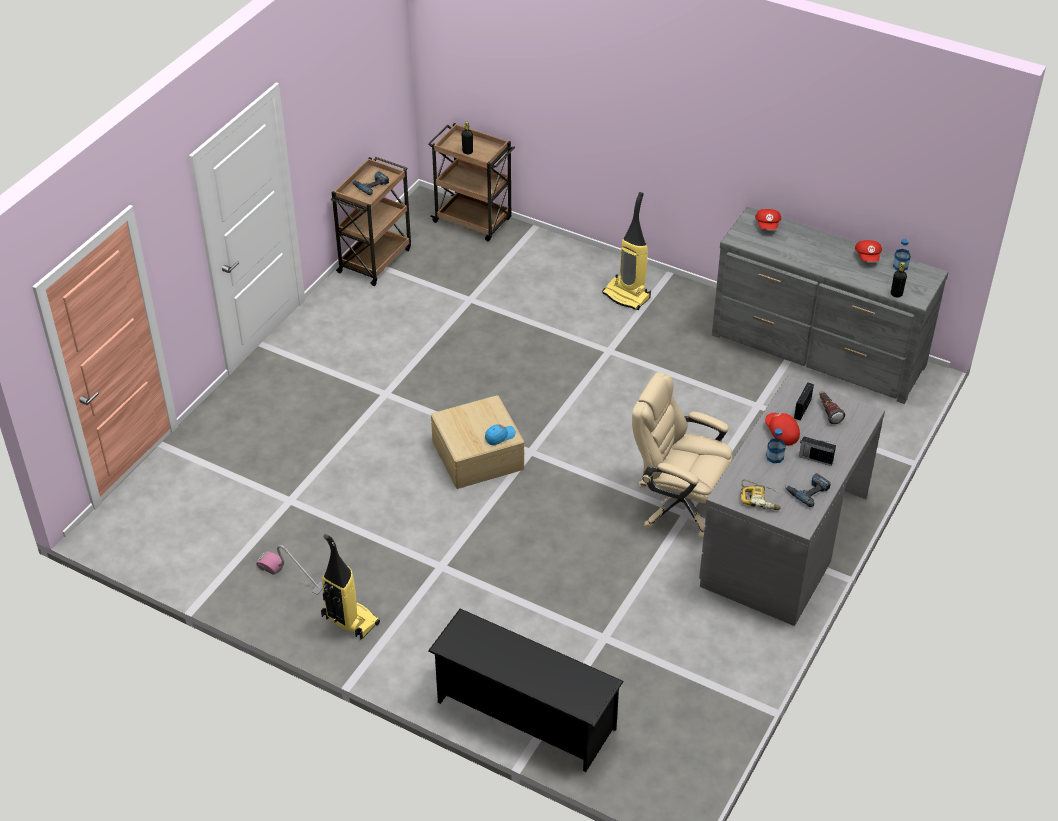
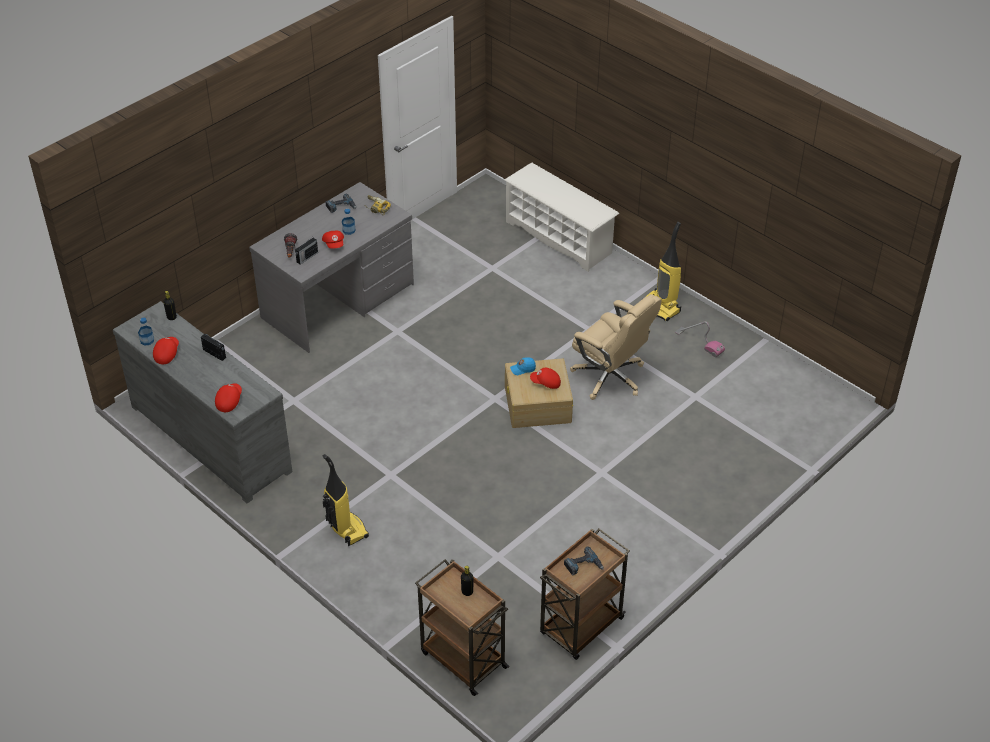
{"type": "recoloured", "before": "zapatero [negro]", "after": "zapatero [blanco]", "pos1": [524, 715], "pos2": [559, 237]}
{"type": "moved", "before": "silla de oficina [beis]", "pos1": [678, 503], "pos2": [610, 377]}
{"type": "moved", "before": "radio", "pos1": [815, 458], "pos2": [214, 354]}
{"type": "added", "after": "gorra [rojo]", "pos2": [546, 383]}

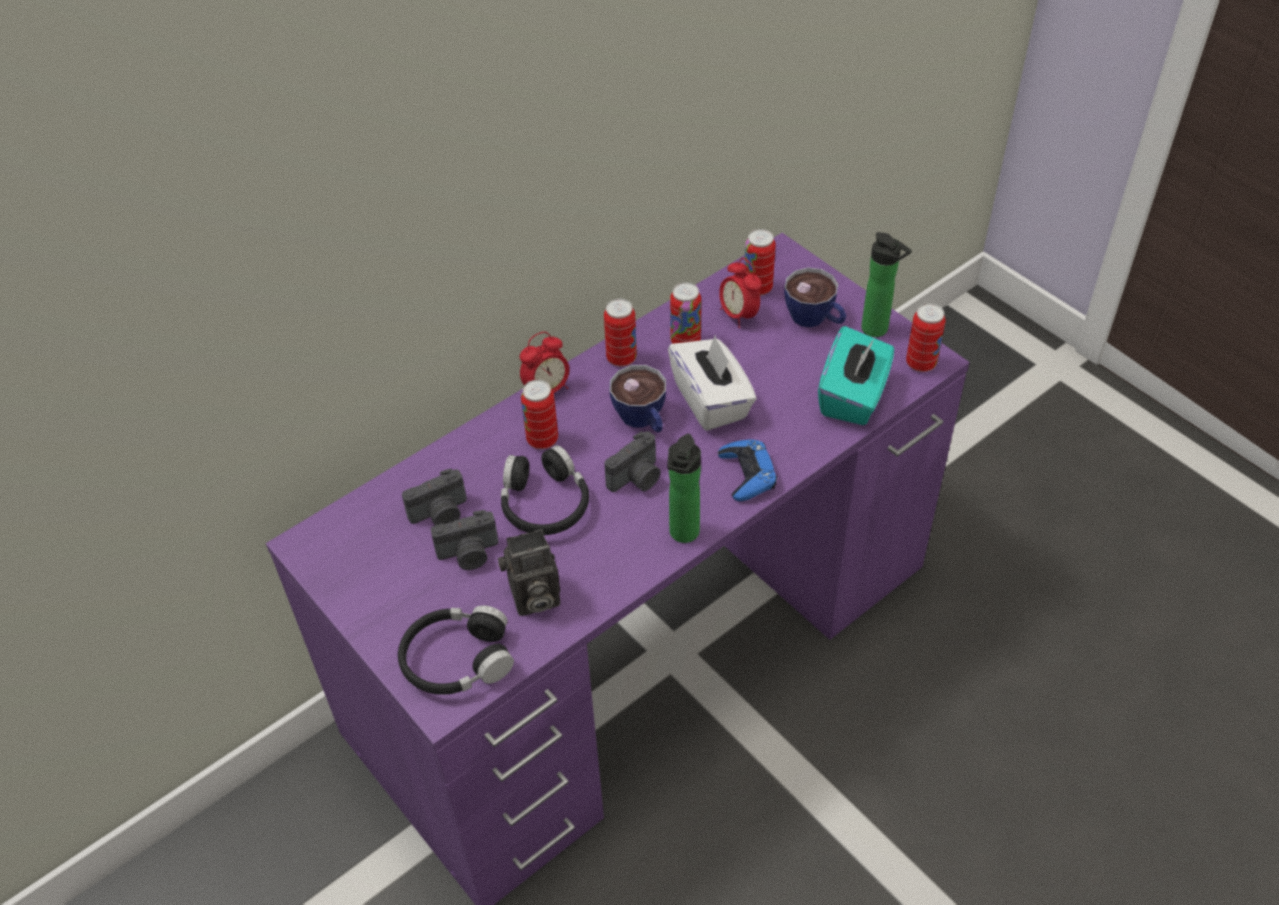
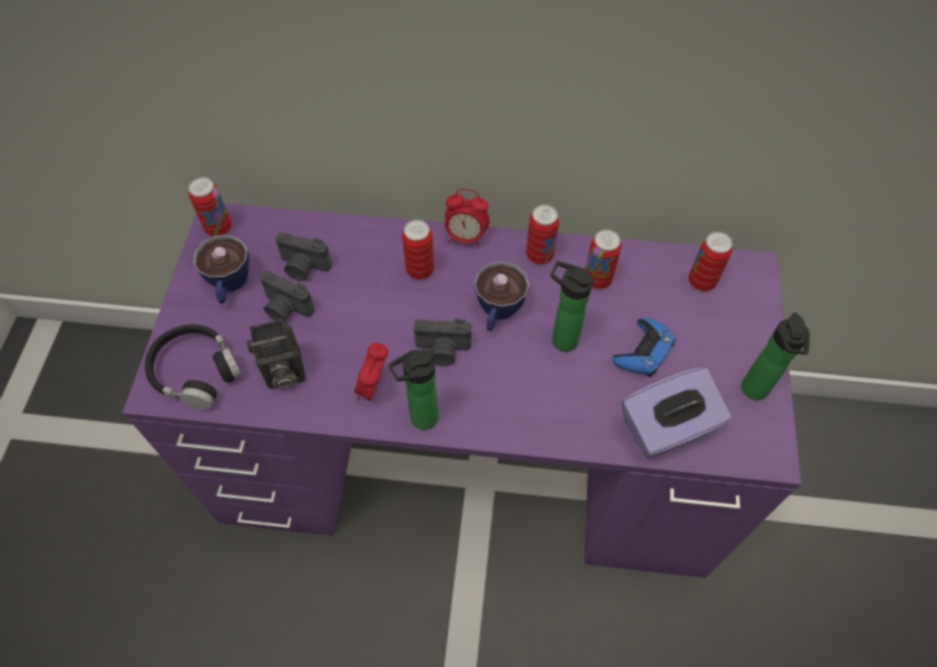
{"type": "turned", "before": "cámara", "pos1": [532, 598], "pos2": [282, 373], "turn": -45}
{"type": "removed", "before": "auriculares [negro]", "pos1": [544, 503]}
{"type": "replaced", "before": "caja de pañuelos [blanco]", "after": "botella", "pos1": [711, 401], "pos2": [560, 339]}
{"type": "moved", "before": "mando de consola [azul]", "pos1": [747, 474], "pos2": [643, 352]}
{"type": "moved", "before": "despertador", "pos1": [738, 315], "pos2": [374, 387]}
{"type": "moved", "before": "taza", "pos1": [815, 319], "pos2": [229, 286]}
{"type": "recoloured", "before": "caja de pañuelos [turquesa]", "after": "caja de pañuelos [morado]", "pos1": [853, 396], "pos2": [668, 428]}
{"type": "moved", "before": "lata", "pos1": [921, 363], "pos2": [218, 228]}

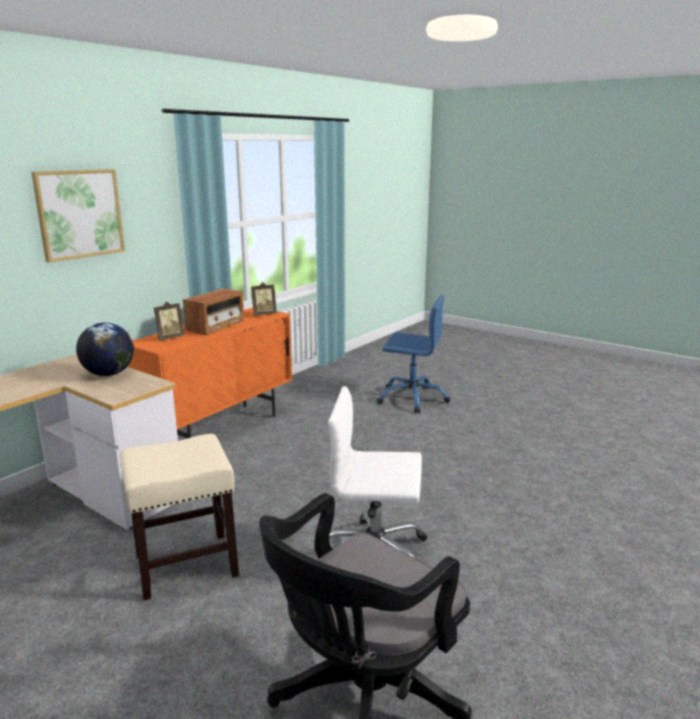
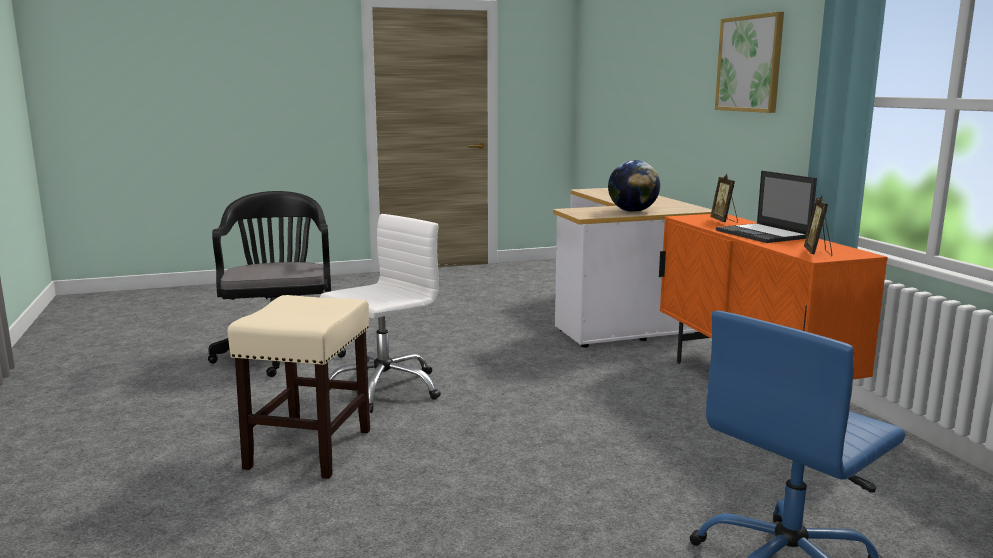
{"type": "moved", "before": "taburete [beis]", "pos1": [185, 565], "pos2": [310, 448]}
{"type": "replaced", "before": "radio", "after": "portátil", "pos1": [215, 326], "pos2": [763, 234]}

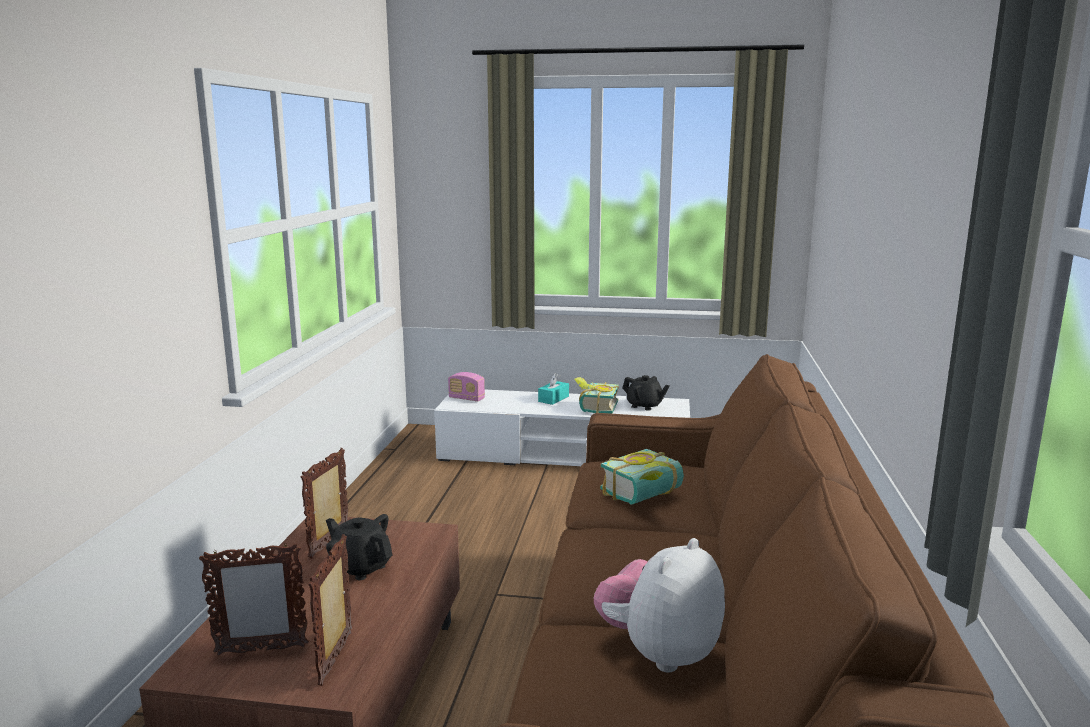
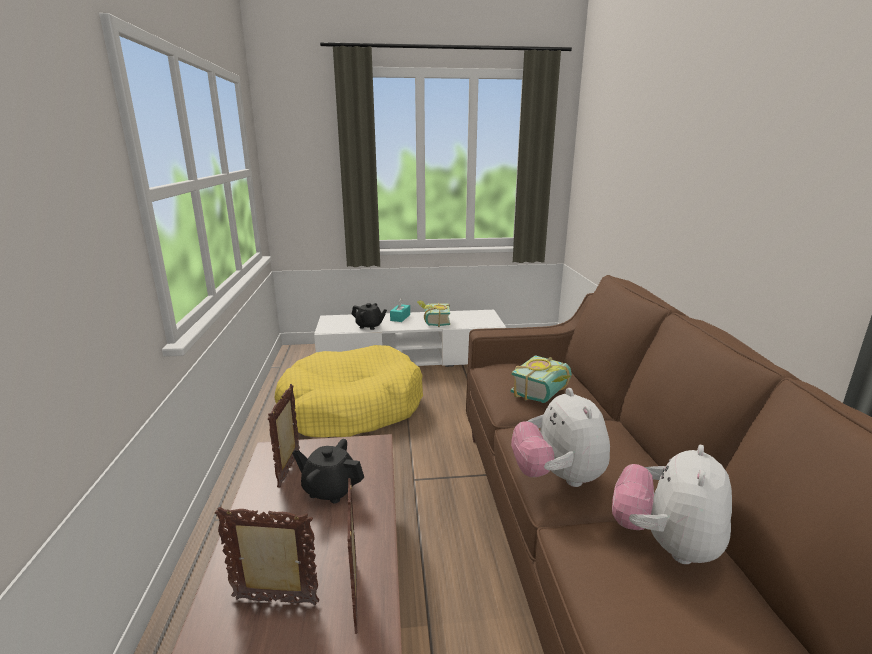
{"type": "turned", "before": "portarretratos", "pos1": [261, 650], "pos2": [276, 602], "turn": -150}
{"type": "removed", "before": "radio", "pos1": [466, 398]}
{"type": "moved", "before": "tetera [negro]", "pos1": [644, 406], "pos2": [369, 326]}
{"type": "added", "after": "cama para perro [amarillo]", "pos2": [351, 407]}
{"type": "added", "after": "peluche", "pos2": [557, 477]}

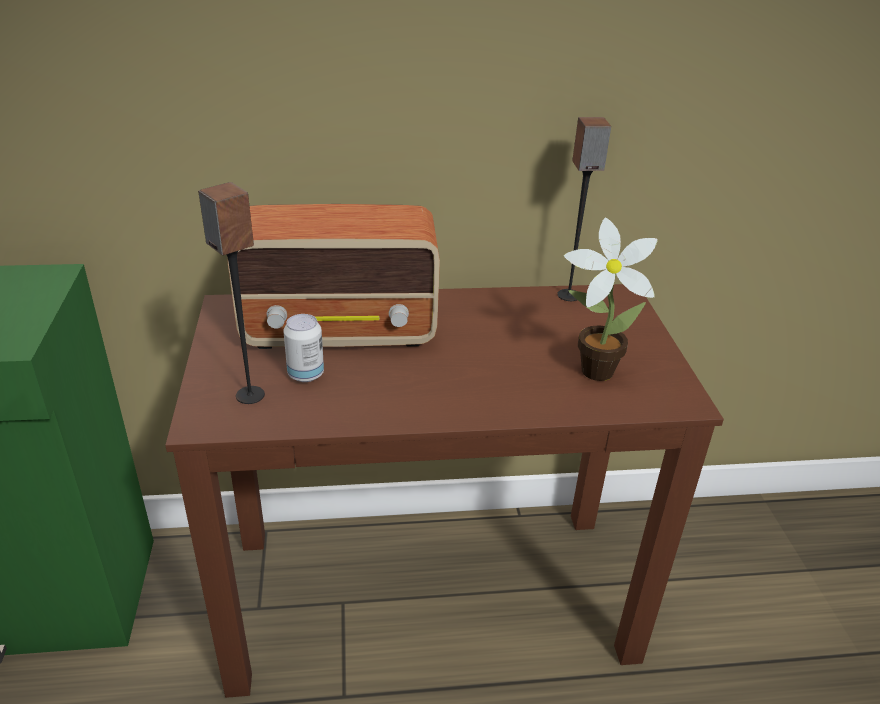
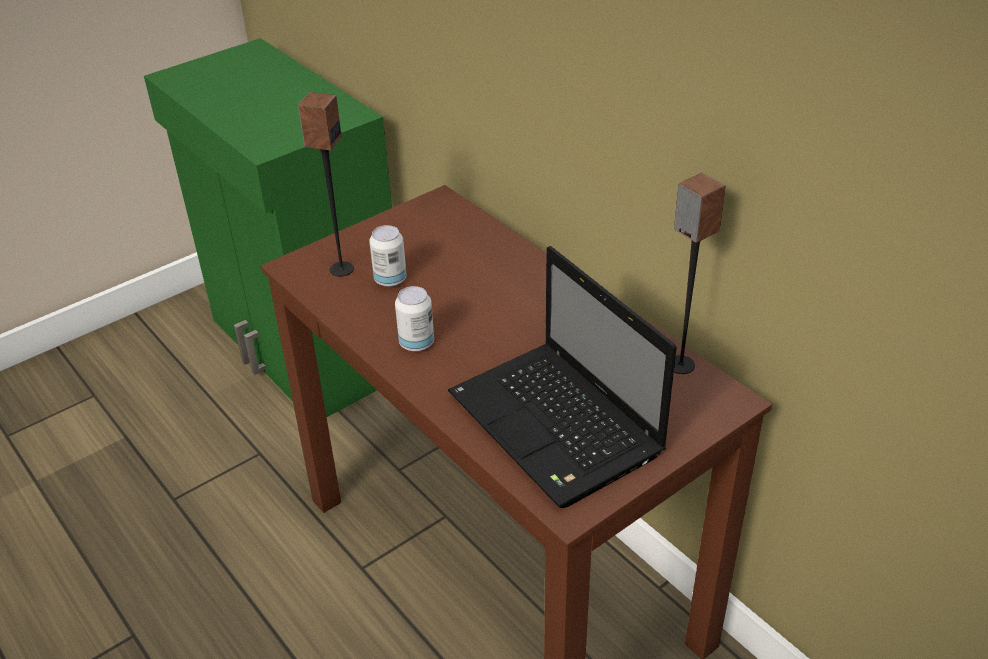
{"type": "removed", "before": "radio", "pos1": [342, 331]}
{"type": "replaced", "before": "planta en maceta", "after": "portátil", "pos1": [591, 369], "pos2": [558, 426]}
{"type": "added", "after": "lata", "pos2": [416, 343]}

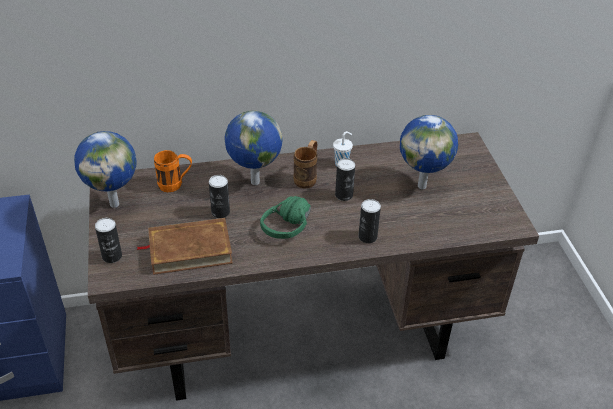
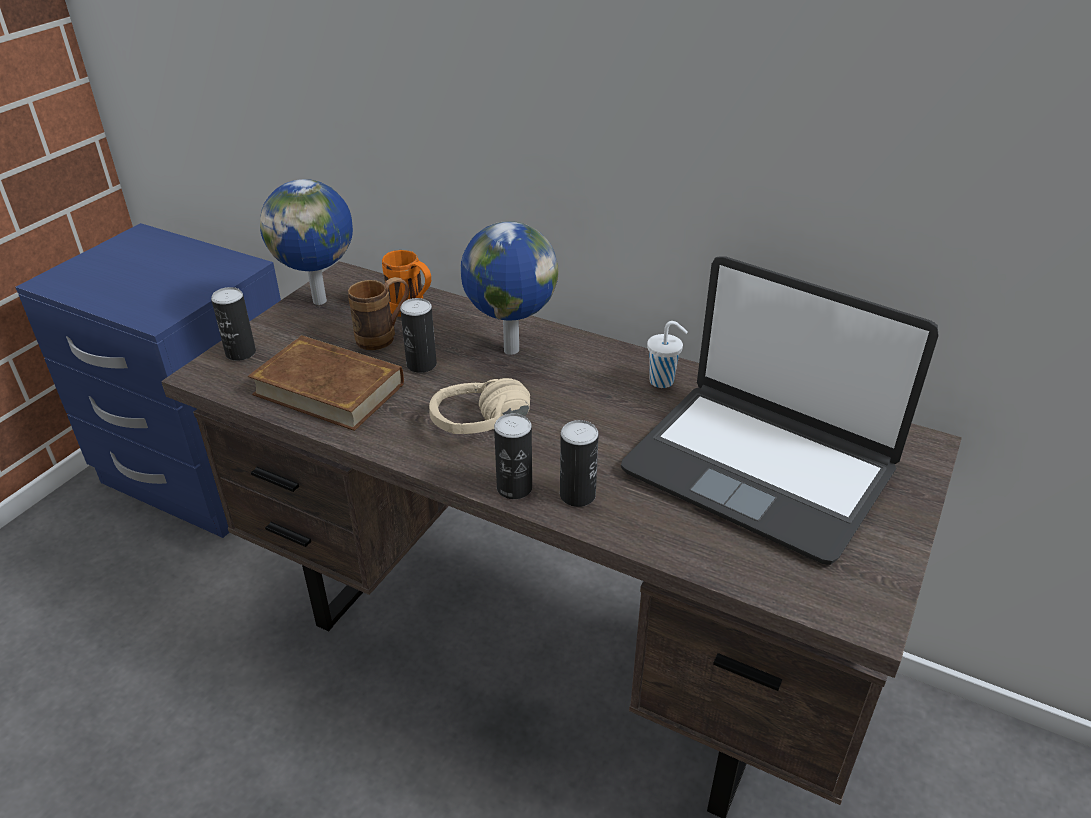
{"type": "recoloured", "before": "auriculares [verde]", "after": "auriculares [beis]", "pos1": [294, 230], "pos2": [484, 432]}
{"type": "moved", "before": "taza grande [marrón]", "pos1": [307, 177], "pos2": [384, 337]}
{"type": "moved", "before": "lata", "pos1": [344, 195], "pos2": [514, 488]}
{"type": "replaced", "before": "globo terráqueo", "after": "portátil", "pos1": [423, 185], "pos2": [759, 469]}

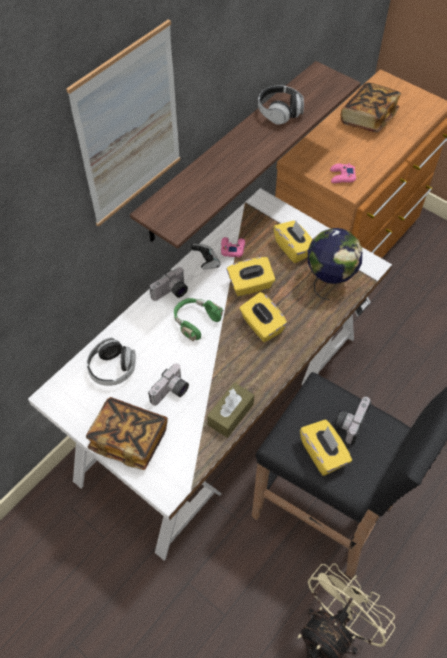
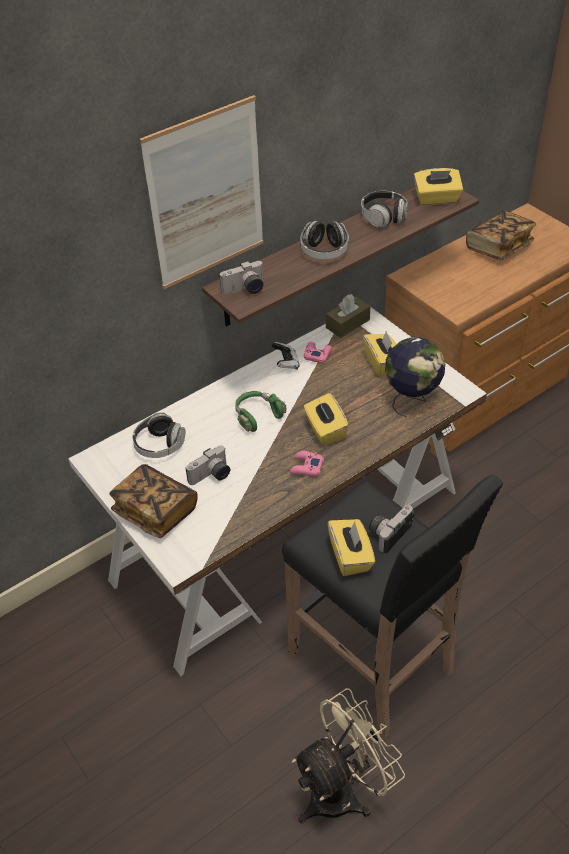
{"type": "moved", "before": "cámara", "pos1": [171, 293], "pos2": [245, 290]}
{"type": "moved", "before": "caja de pañuelos [marrón]", "pos1": [230, 414], "pos2": [347, 324]}
{"type": "moved", "before": "caja de pañuelos [amarillo]", "pos1": [250, 285], "pos2": [436, 199]}
{"type": "moved", "before": "mando de consola [rosa]", "pos1": [342, 176], "pos2": [306, 467]}
{"type": "added", "after": "auriculares", "pos2": [324, 251]}

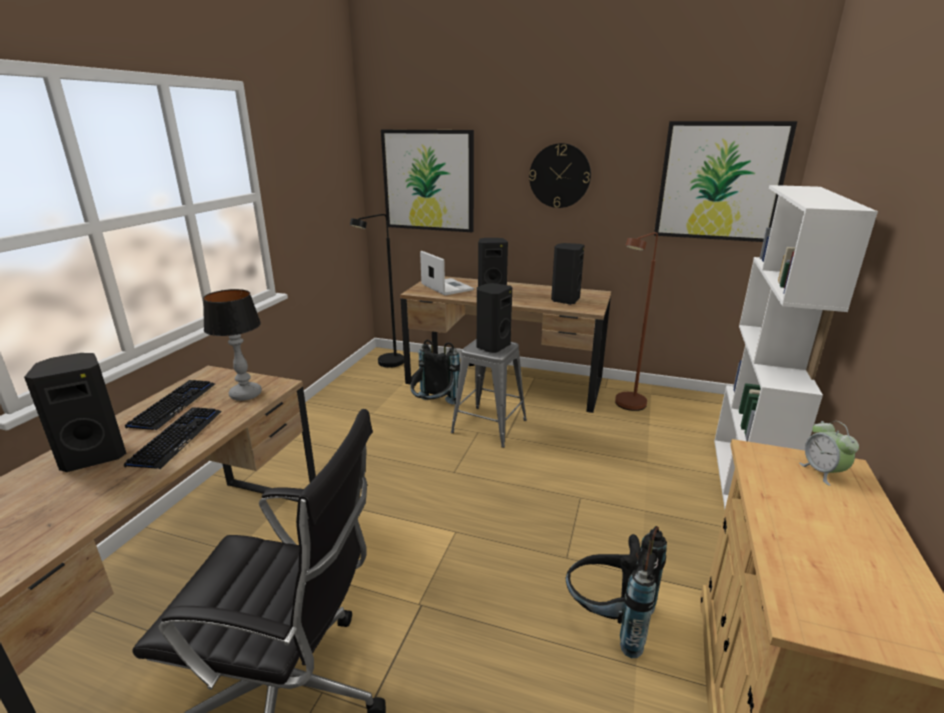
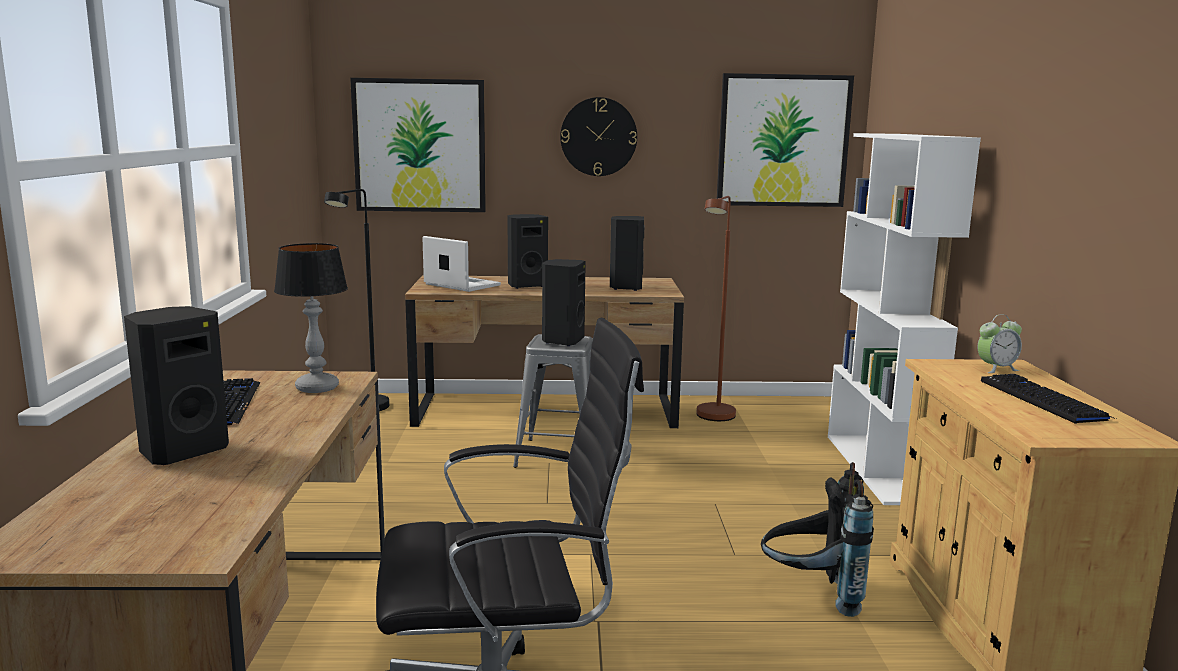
{"type": "moved", "before": "teclado", "pos1": [177, 438], "pos2": [1043, 400]}
{"type": "removed", "before": "mochila [negro]", "pos1": [434, 407]}
{"type": "turned", "before": "despertador", "pos1": [822, 472], "pos2": [996, 369], "turn": -75}

